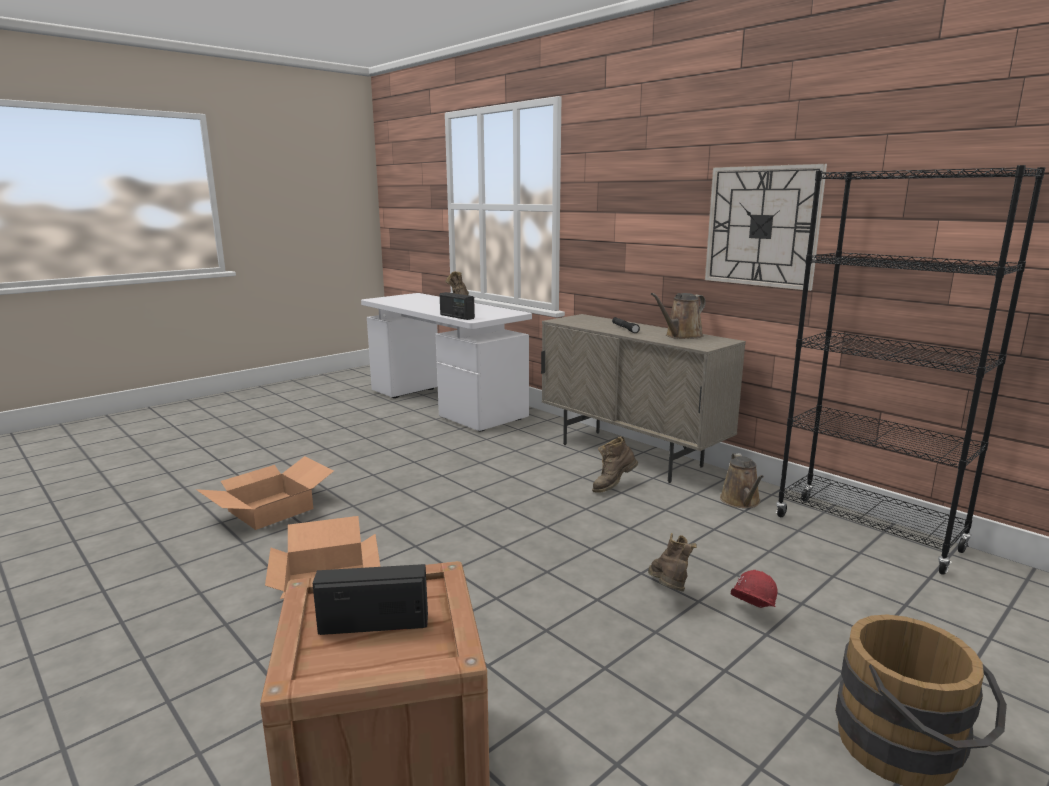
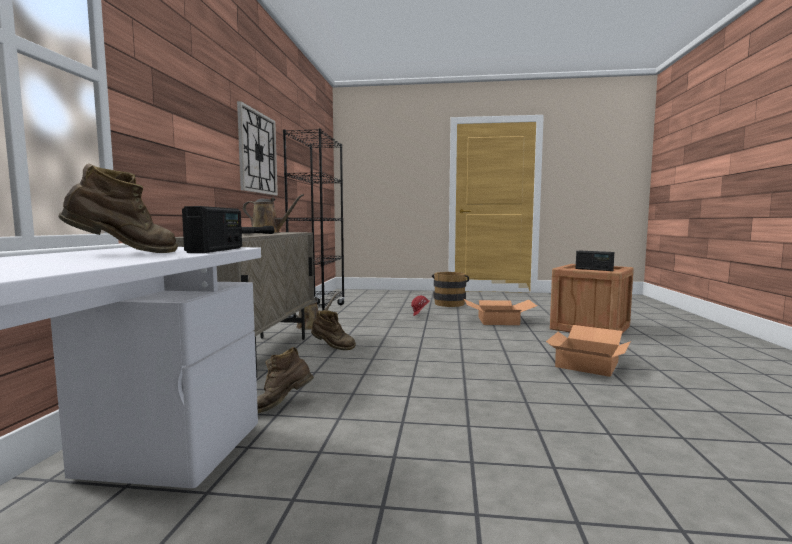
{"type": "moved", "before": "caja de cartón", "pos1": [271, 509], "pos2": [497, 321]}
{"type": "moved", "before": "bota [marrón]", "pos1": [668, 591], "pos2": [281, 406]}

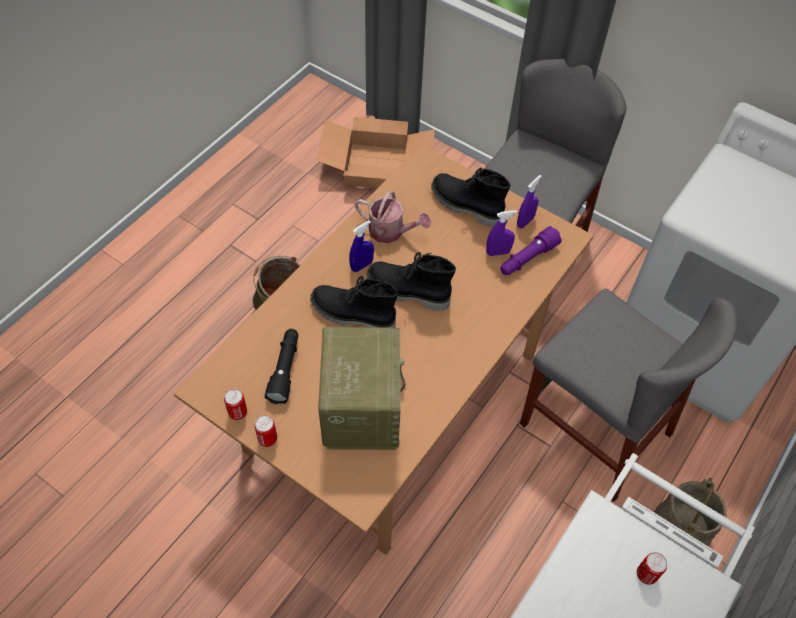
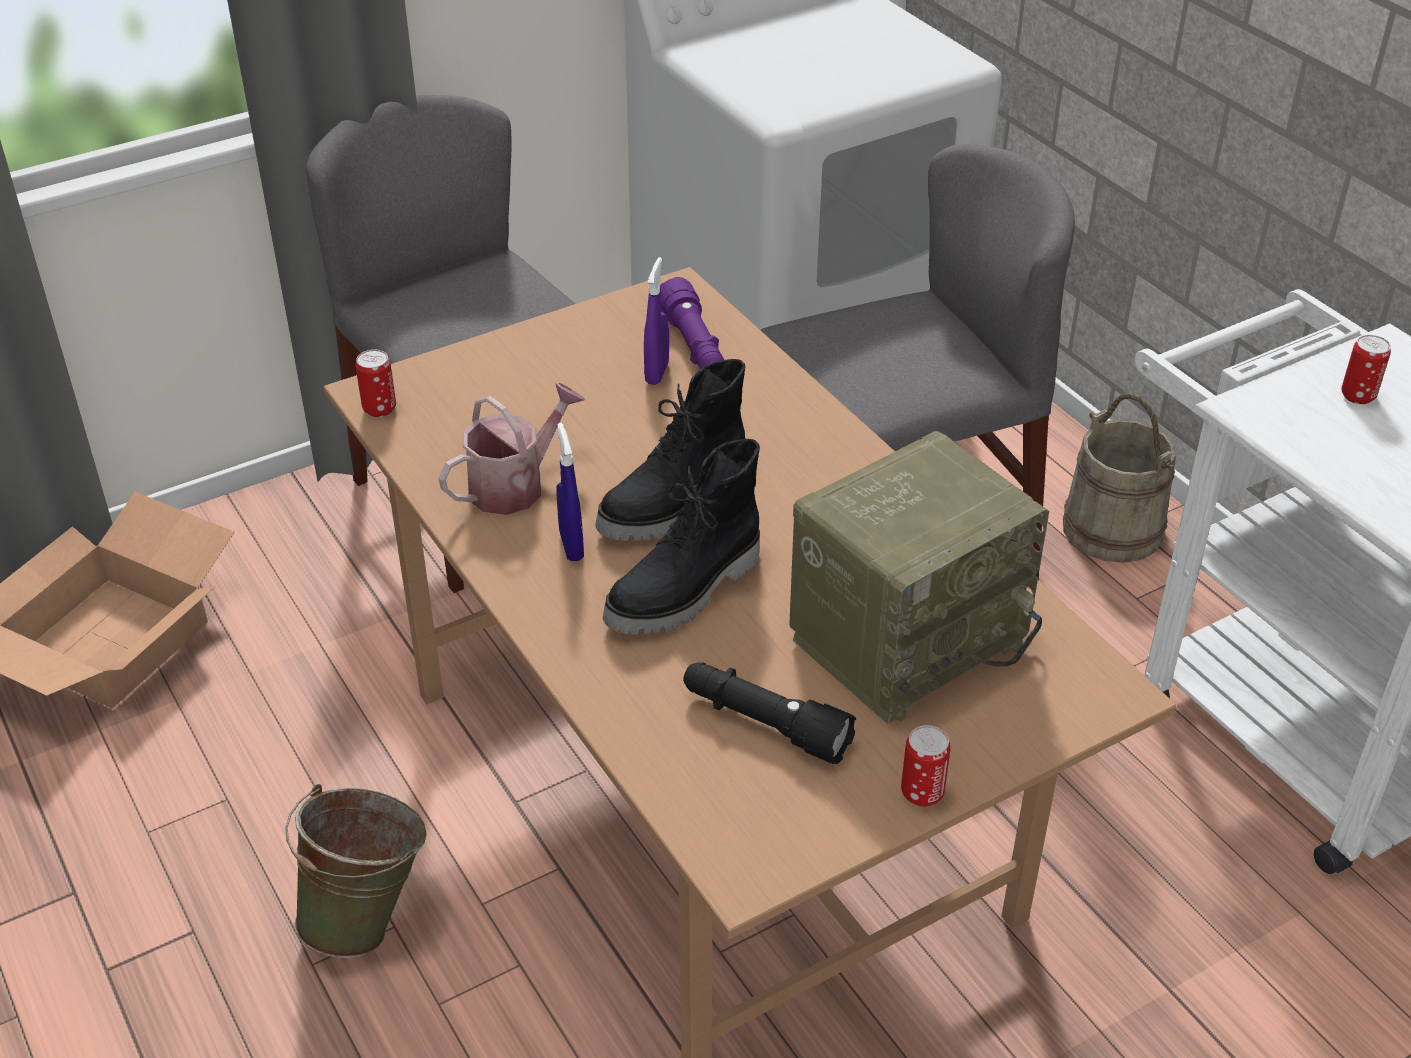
{"type": "moved", "before": "lata", "pos1": [238, 412], "pos2": [379, 409]}
{"type": "turned", "before": "radio", "pos1": [361, 408], "pos2": [908, 638], "turn": 120}
{"type": "removed", "before": "bota [negro]", "pos1": [465, 206]}
{"type": "removed", "before": "pulverizador [morado]", "pos1": [525, 221]}

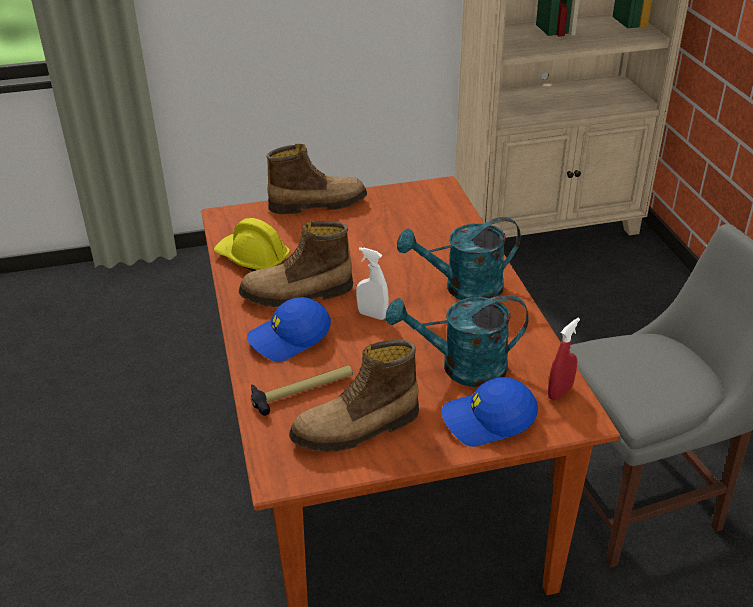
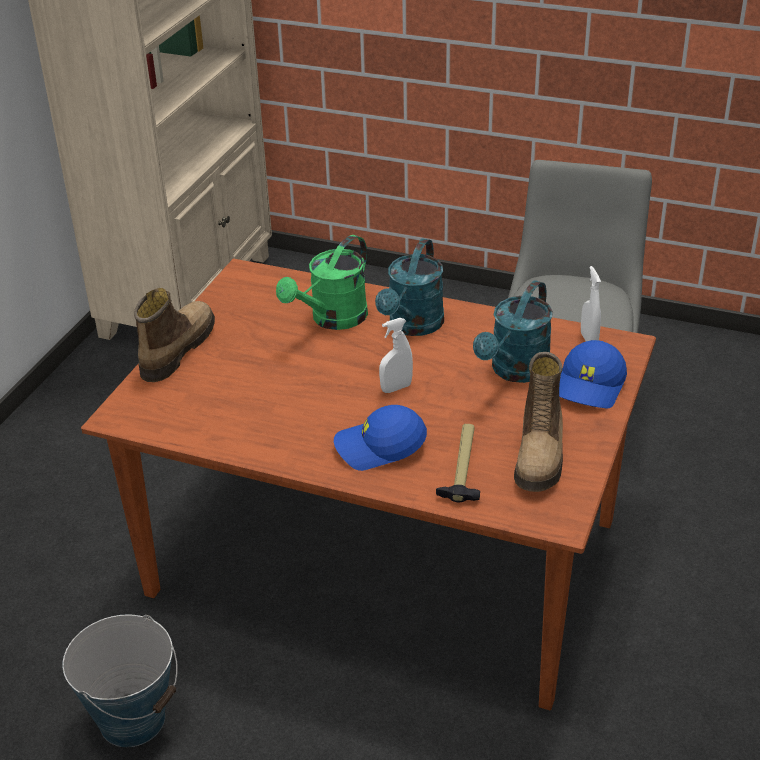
{"type": "removed", "before": "casco [amarillo]", "pos1": [252, 258]}
{"type": "removed", "before": "bota", "pos1": [297, 294]}
{"type": "turned", "before": "gorra [azul]", "pos1": [289, 339], "pos2": [380, 447], "turn": 75}
{"type": "recoloured", "before": "pulverizador [rojo]", "after": "pulverizador [blanco]", "pos1": [560, 392], "pos2": [589, 339]}
{"type": "added", "after": "cubo", "pos2": [133, 719]}
{"type": "added", "after": "regadera [verde]", "pos2": [332, 319]}

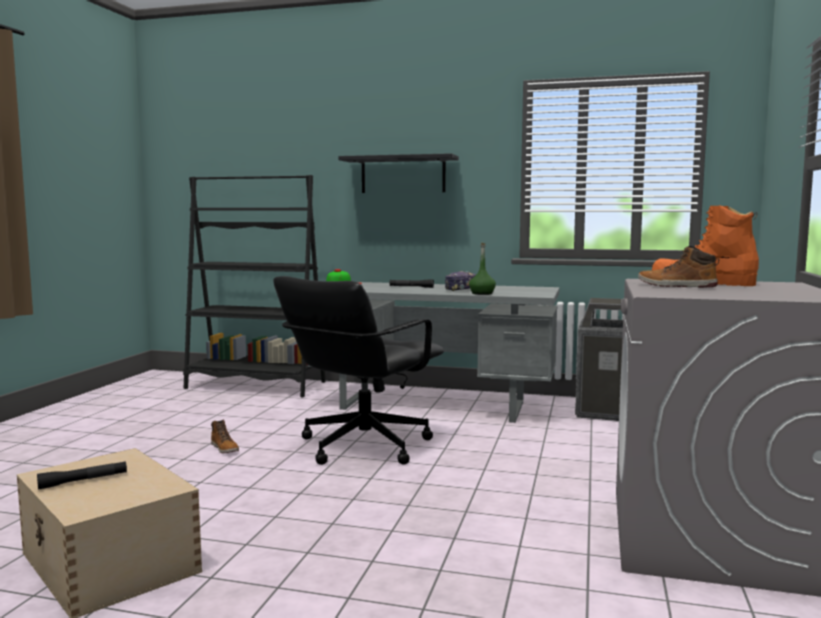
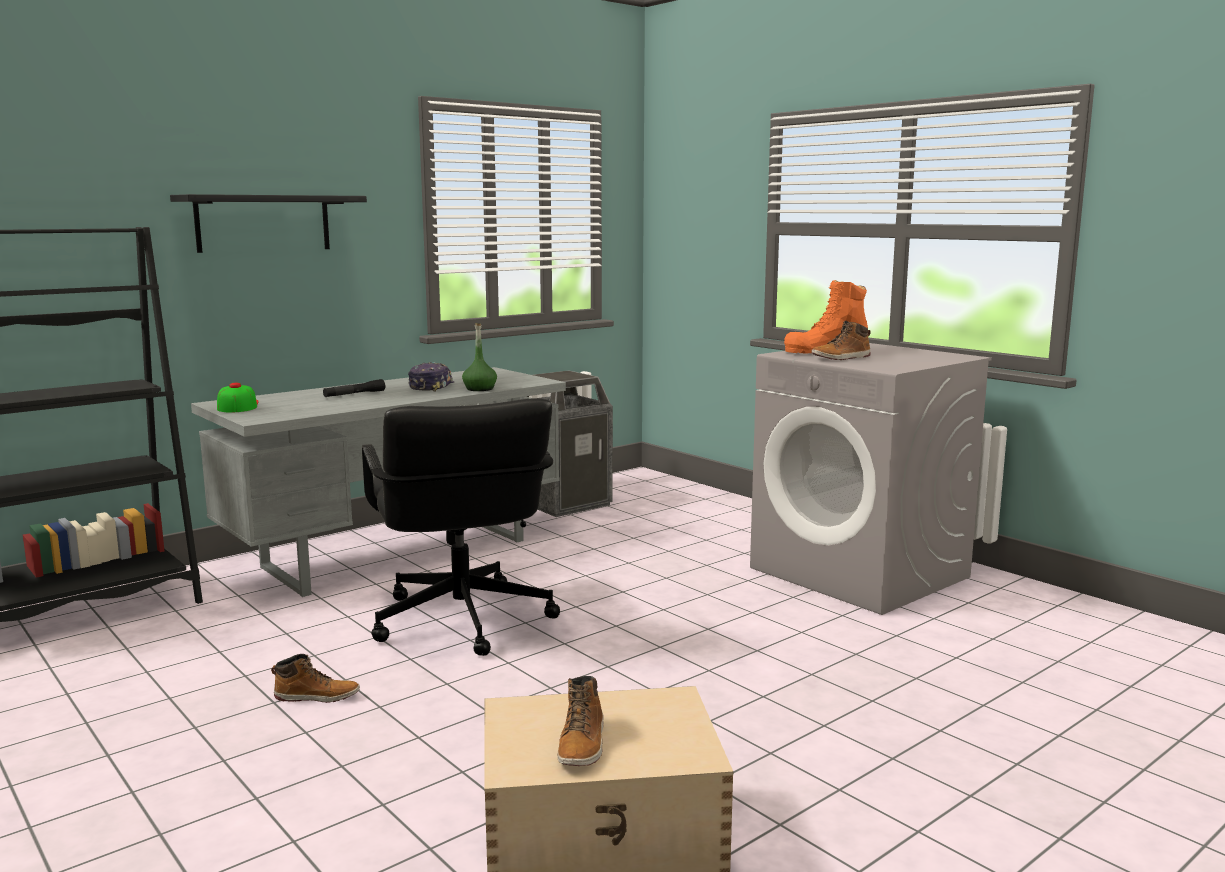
{"type": "replaced", "before": "linterna [negro]", "after": "bota", "pos1": [83, 481], "pos2": [582, 744]}

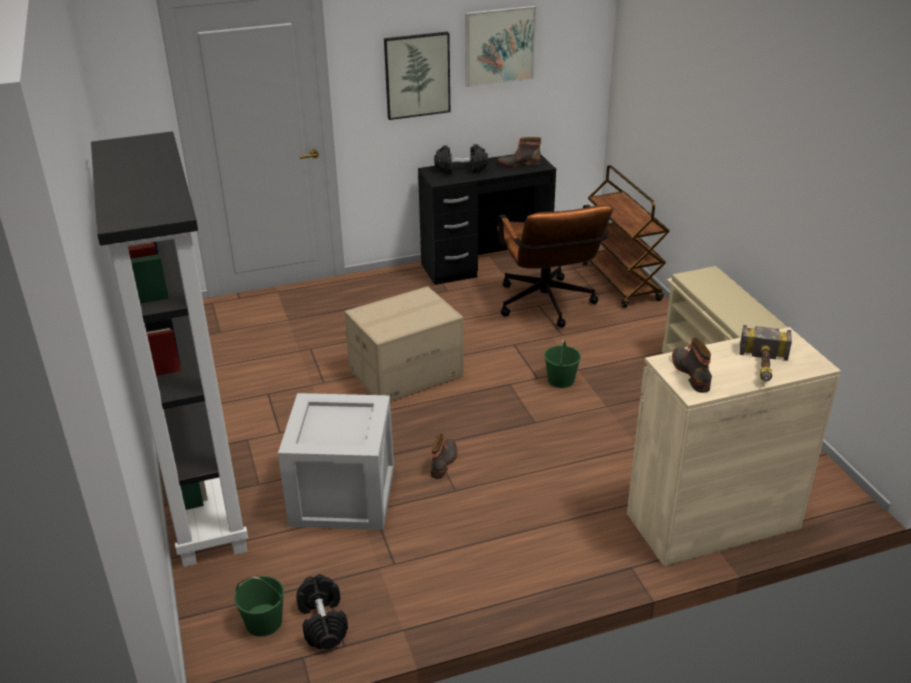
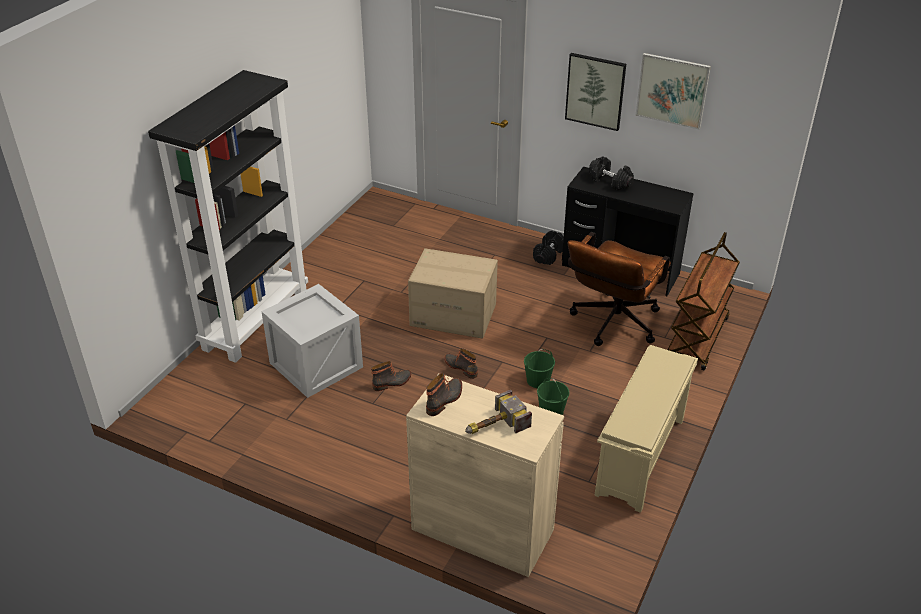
{"type": "moved", "before": "cubo [verde]", "pos1": [263, 622], "pos2": [551, 410]}
{"type": "moved", "before": "mancuerna [negro]", "pos1": [323, 622], "pos2": [548, 255]}
{"type": "moved", "before": "bota", "pos1": [519, 163], "pos2": [461, 367]}

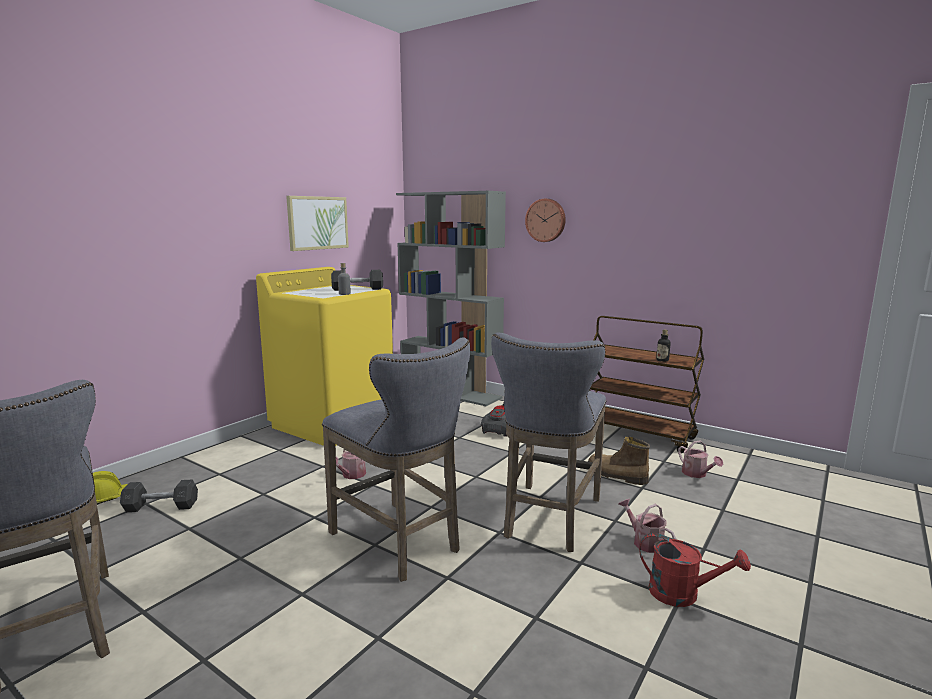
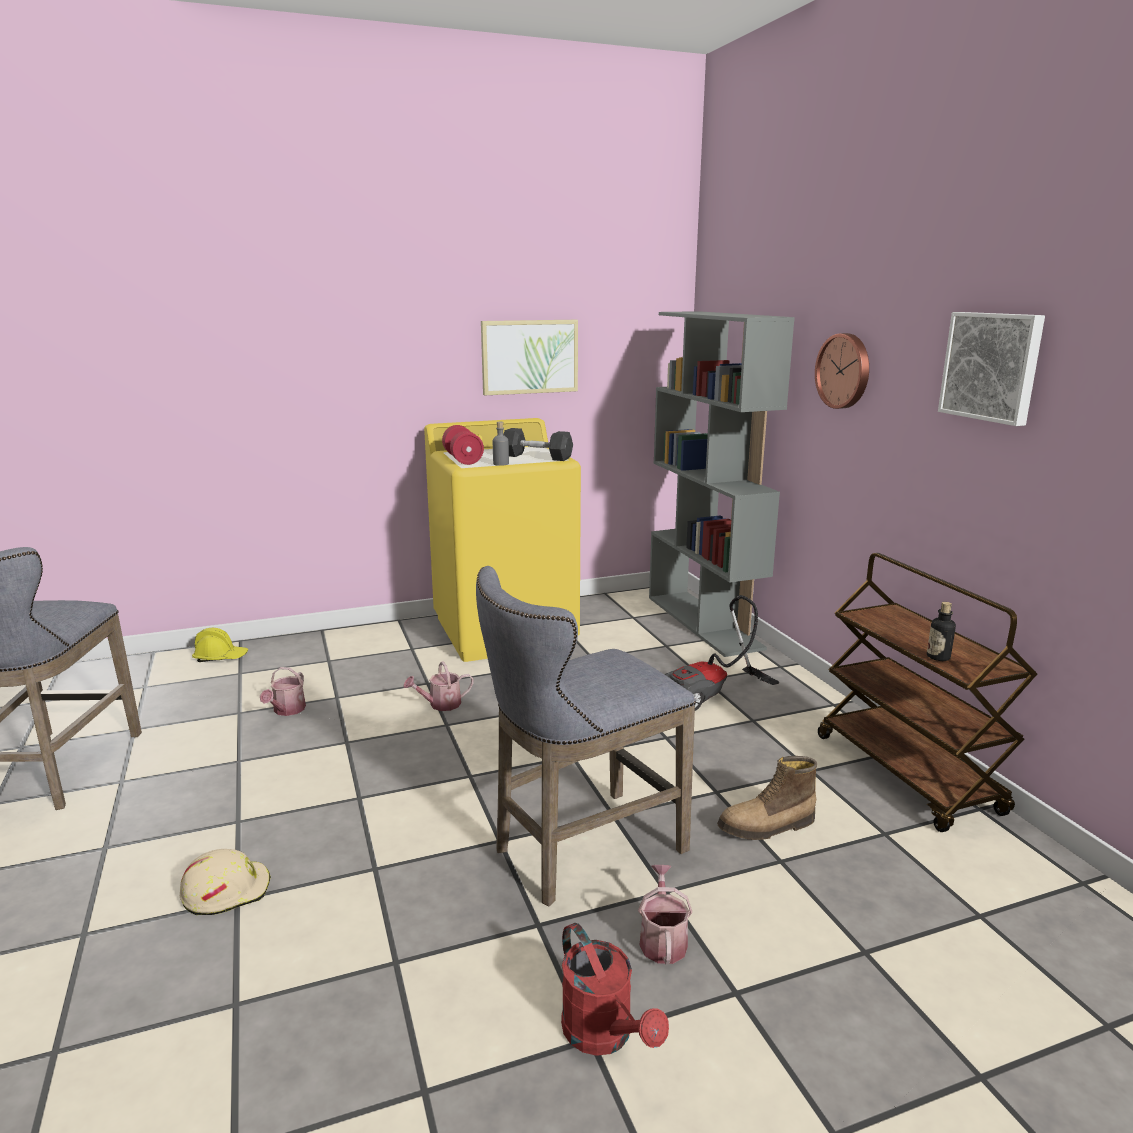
{"type": "removed", "before": "mancuerna [gris]", "pos1": [161, 507]}
{"type": "removed", "before": "taburete [gris]", "pos1": [400, 543]}
{"type": "turned", "before": "bota", "pos1": [616, 475], "pos2": [767, 827], "turn": -90}
{"type": "moved", "before": "regadera", "pos1": [697, 474], "pos2": [287, 711]}
{"type": "added", "after": "casco [beis]", "pos2": [226, 891]}
{"type": "added", "after": "mancuerna [rojo]", "pos2": [463, 459]}
{"type": "added", "after": "cuadro", "pos2": [992, 366]}

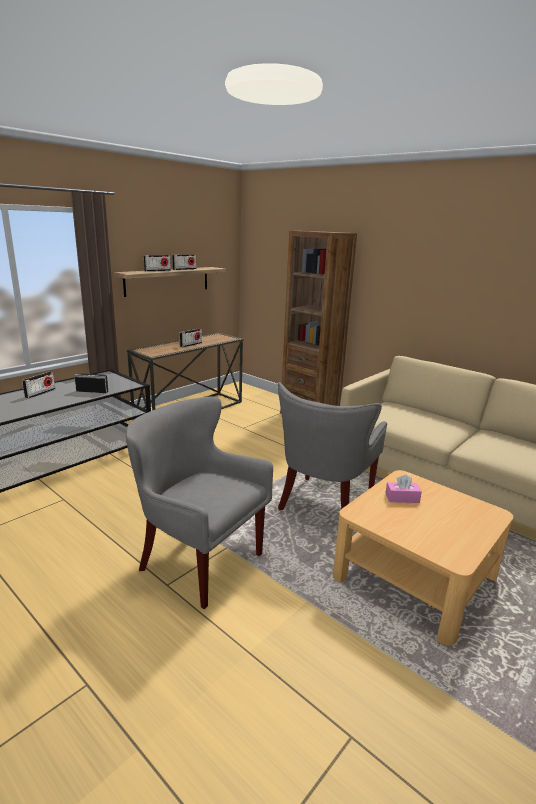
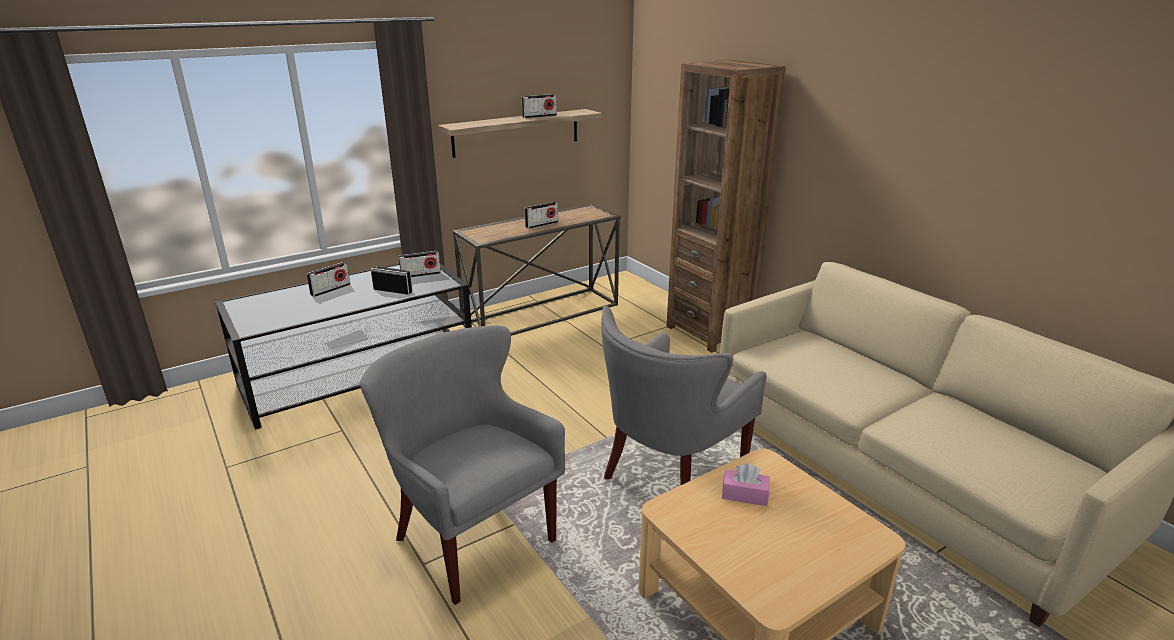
{"type": "moved", "before": "radio", "pos1": [157, 270], "pos2": [421, 274]}

